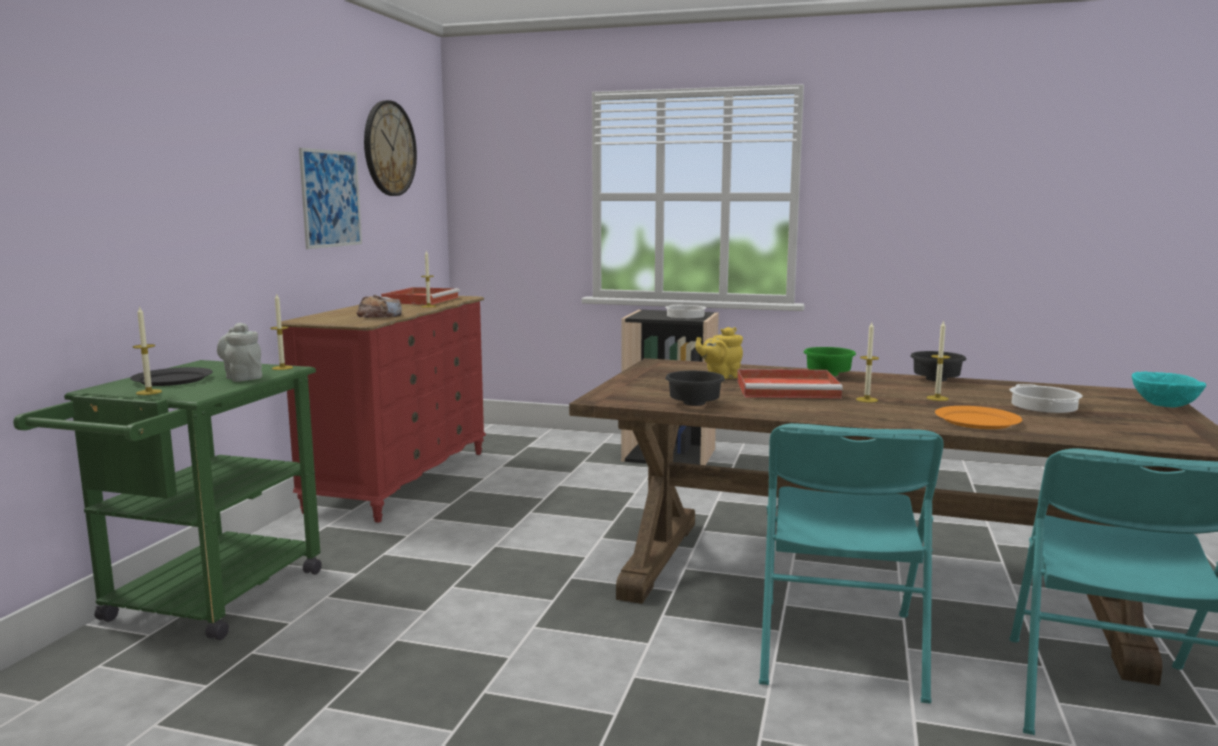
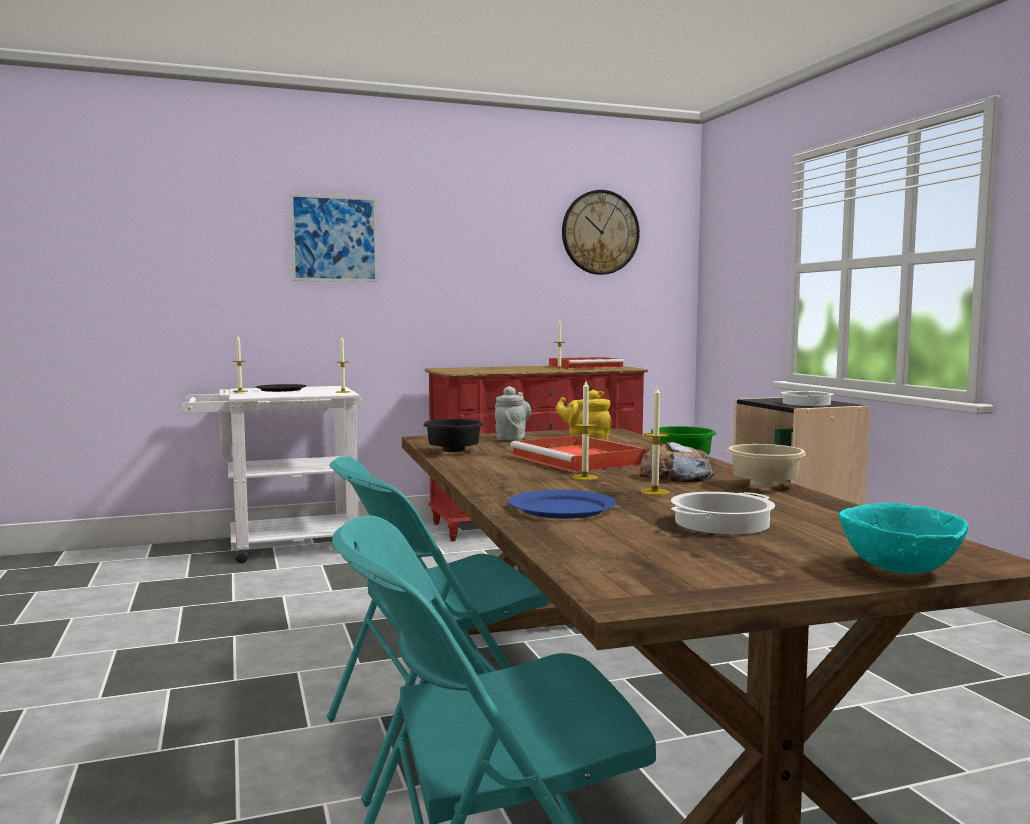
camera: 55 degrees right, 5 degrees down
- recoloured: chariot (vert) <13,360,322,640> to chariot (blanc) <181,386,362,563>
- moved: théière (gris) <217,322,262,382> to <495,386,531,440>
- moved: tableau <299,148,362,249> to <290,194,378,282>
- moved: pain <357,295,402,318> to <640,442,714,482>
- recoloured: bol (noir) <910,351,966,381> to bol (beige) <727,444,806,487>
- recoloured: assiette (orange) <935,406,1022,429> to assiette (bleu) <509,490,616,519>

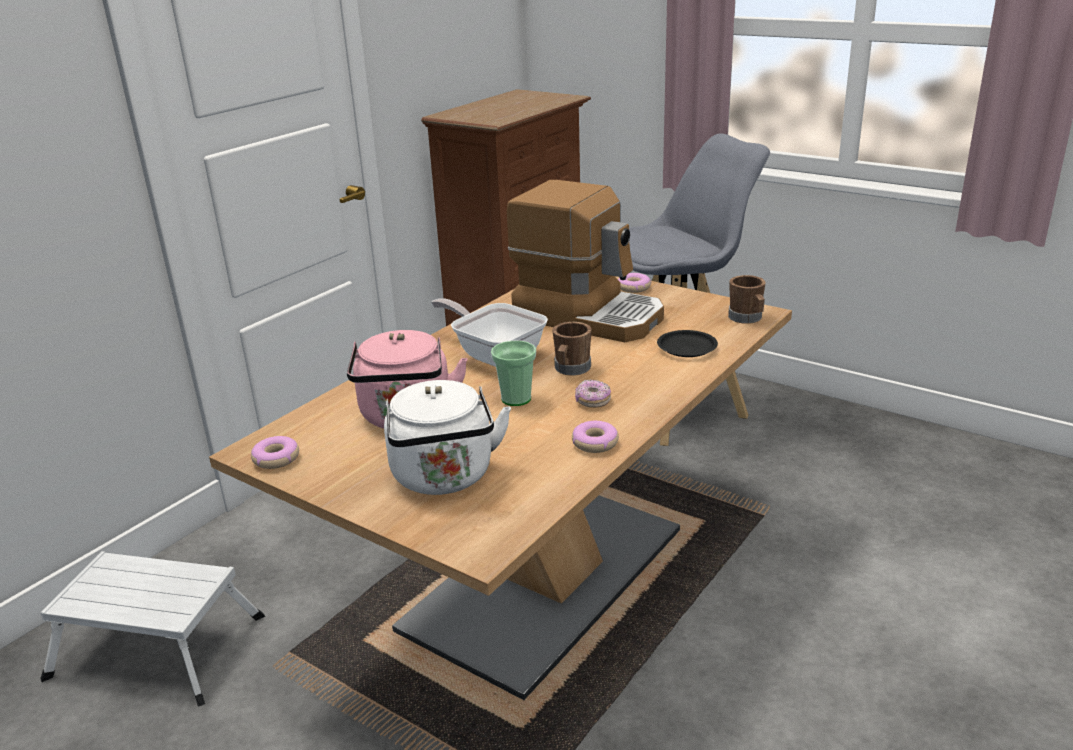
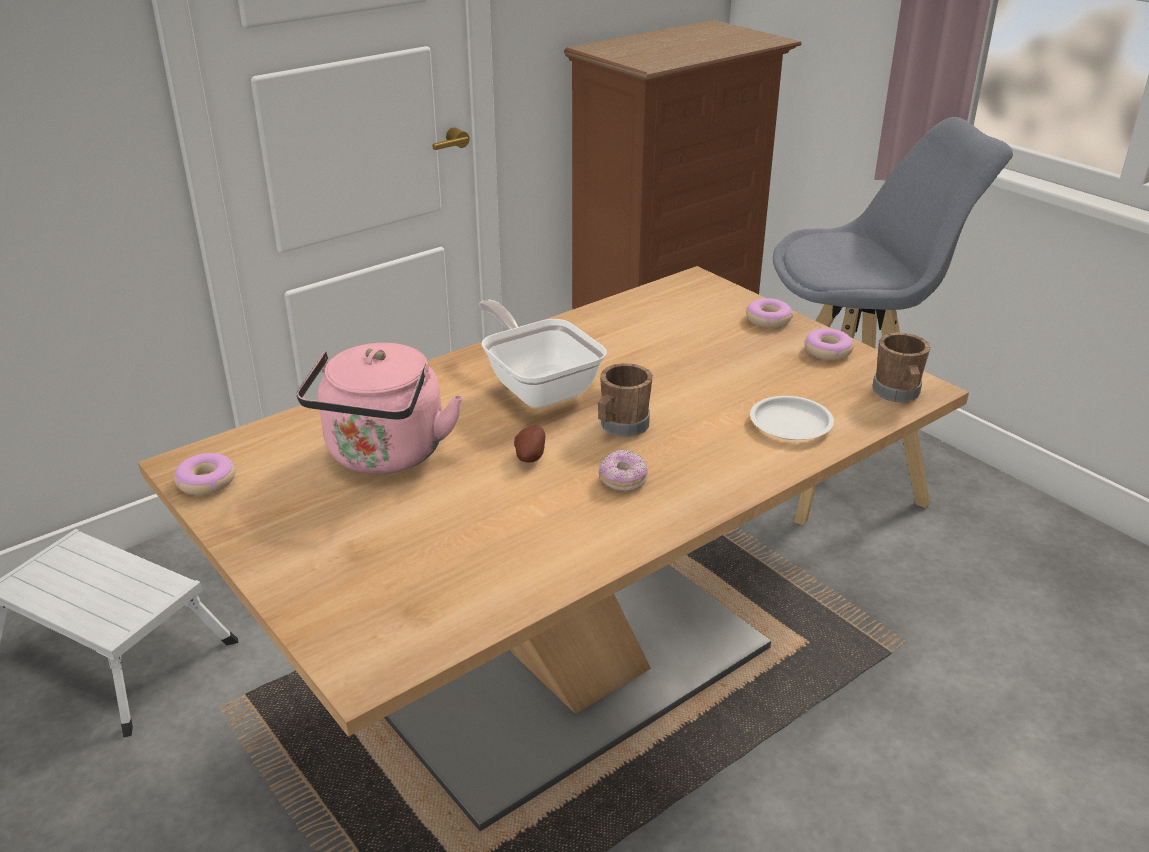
camera: 15 degrees right, 5 degrees up
- removed: bouilloire (blanc) <384,380,511,495>
- replaced: tasse <491,341,536,406> to pomme de terre <514,426,545,463>
- removed: machine à café <507,180,664,342>
- moved: beignet <572,421,619,453> to <804,328,854,360>
- recoloured: assiette (noir) <657,330,718,357> to assiette (blanc) <750,396,834,440>

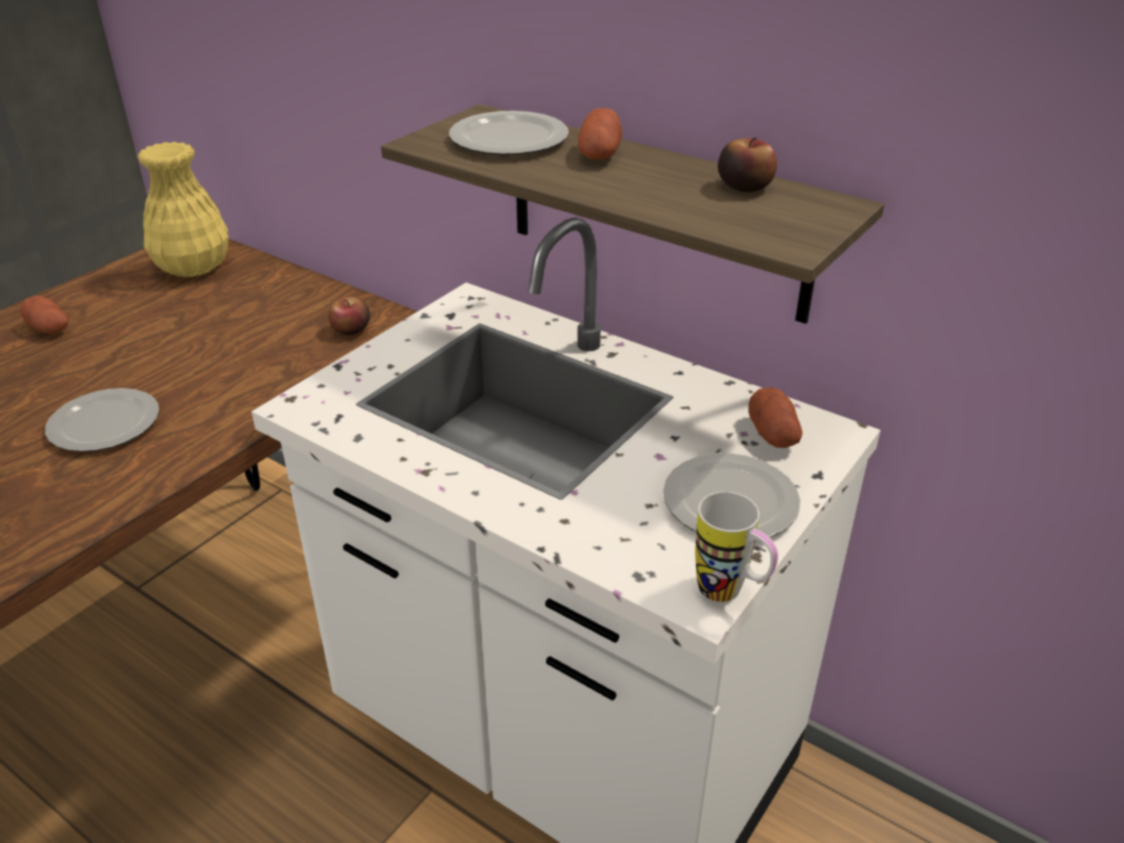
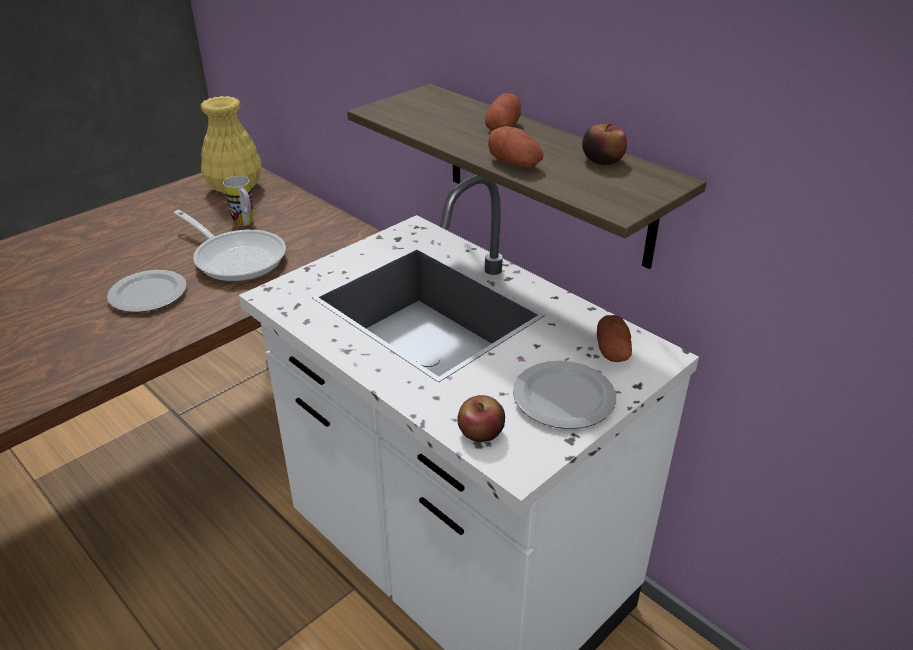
camera: 10 degrees right, 0 degrees up
- moved: pomme de terre <20,296,69,334> to <488,126,544,168>
- moved: pomme <328,296,370,335> to <457,395,505,442>
- removed: assiette <449,111,569,155>
- moved: mug <695,492,778,602> to <223,176,253,226>
- added: poêle <174,210,286,282>

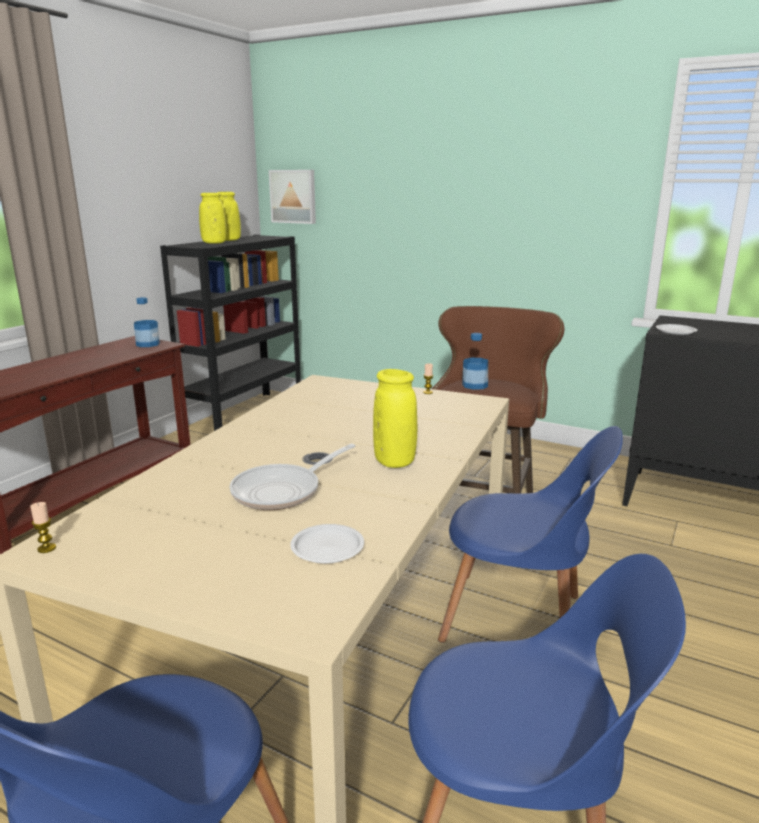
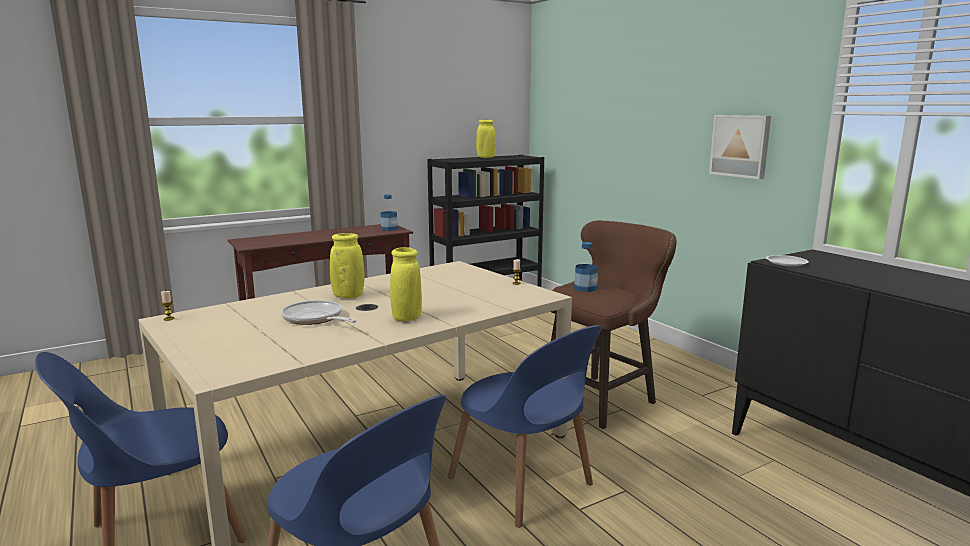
camera: 30 degrees right, 5 degrees down
- moved: vase (jaune) <199,193,226,244> to <330,233,365,298>
- turned: poêle <230,444,355,510> = <281,300,356,325> 60 degrees clockwise
- moved: tableau <269,170,316,224> to <709,115,771,179>
- removed: assiette (blanc) <290,524,364,564>

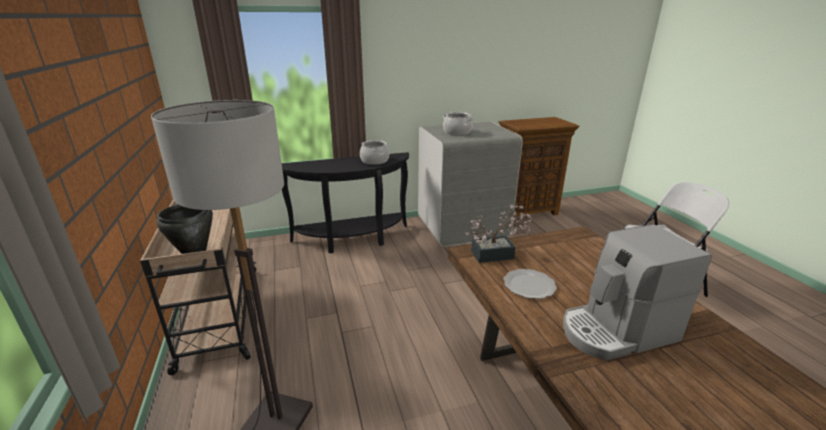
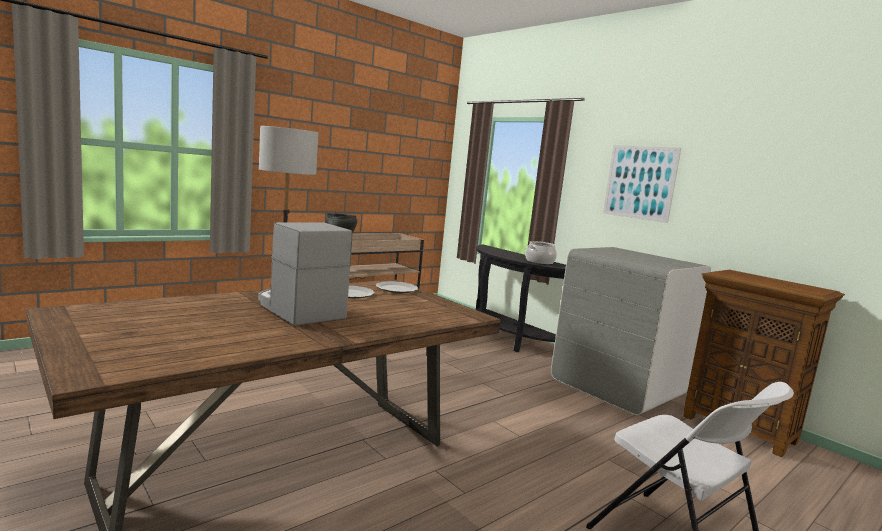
camera: 65 degrees right, 15 degrees down
- removed: marmite <443,112,474,135>
- replaced: plante en pot <465,205,531,263> to assiette <376,281,418,293>
- added: tableau <603,145,681,223>

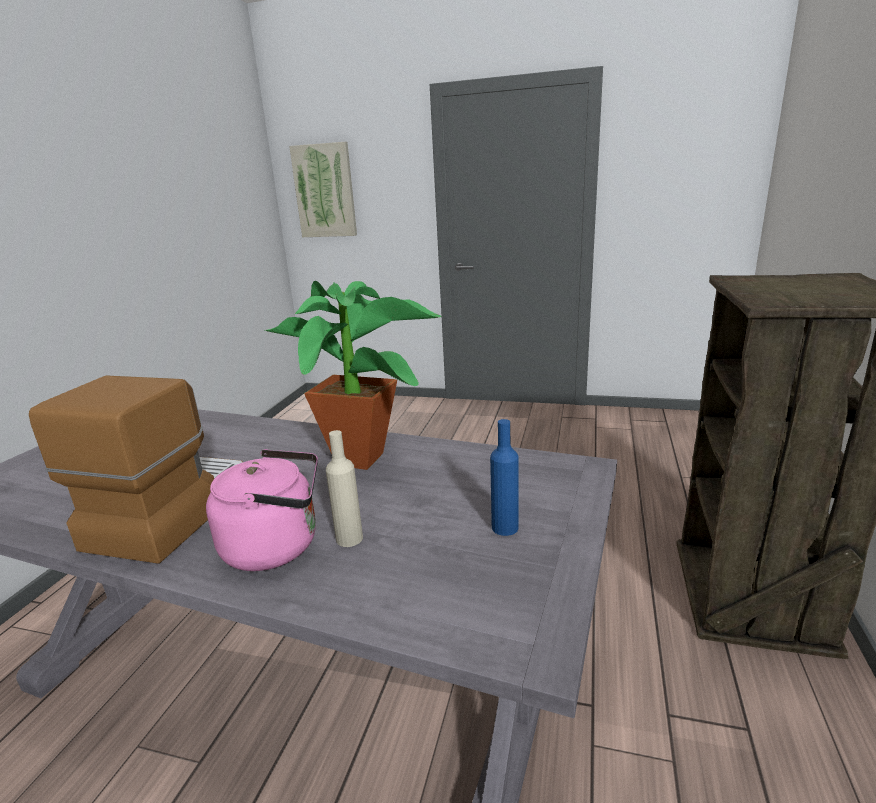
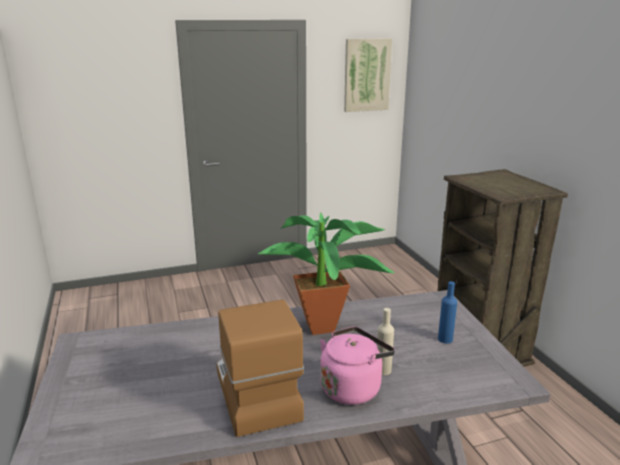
camera: 35 degrees left, 0 degrees up
- moved: tableau <289,142,357,237> to <344,39,392,112>

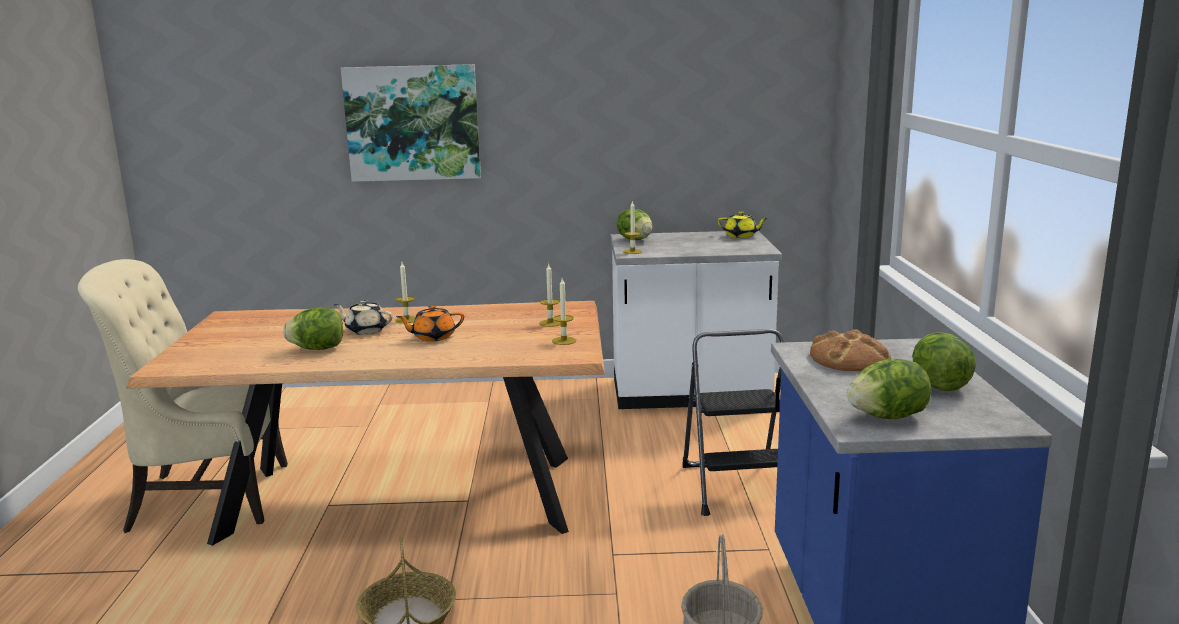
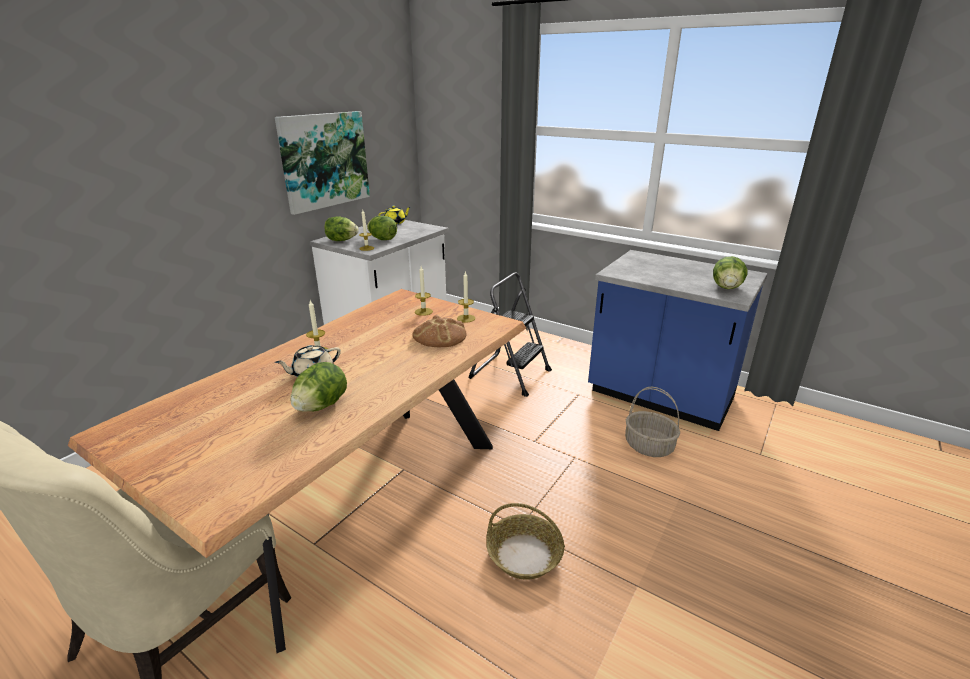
camera: 55 degrees left, 10 degrees up
- moved: tableau <341,64,481,182> to <275,111,370,215>
- removed: théière (orange) <396,305,464,341>
- moved: pain <810,329,891,371> to <412,315,466,347>
- moved: laitue <912,332,976,391> to <367,216,397,240>

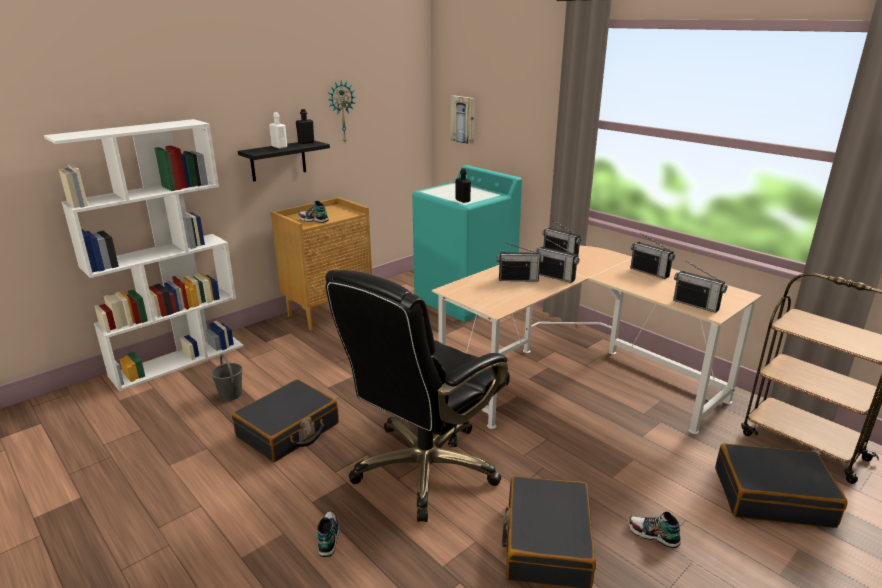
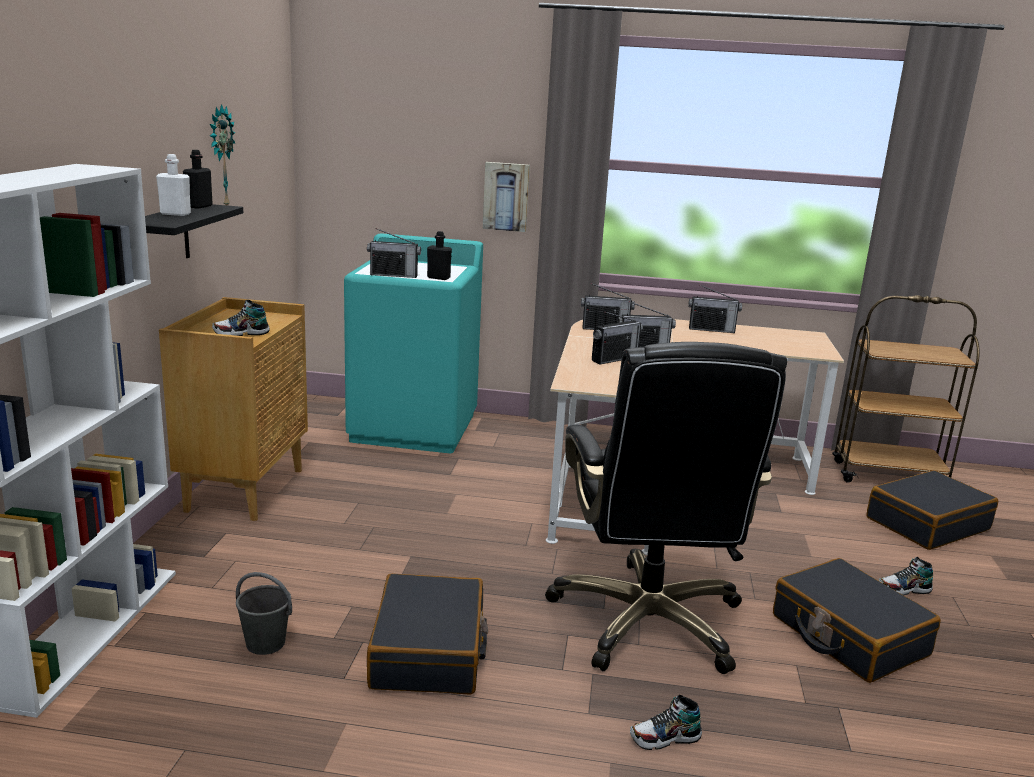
camera: 40 degrees left, 5 degrees down
- turned: chaussure <317,510,340,557> = <630,695,702,750> 60 degrees counterclockwise
- moved: tableau <451,96,475,144> to <483,162,530,232>
- moved: radio <673,261,727,313> to <367,228,421,278>

